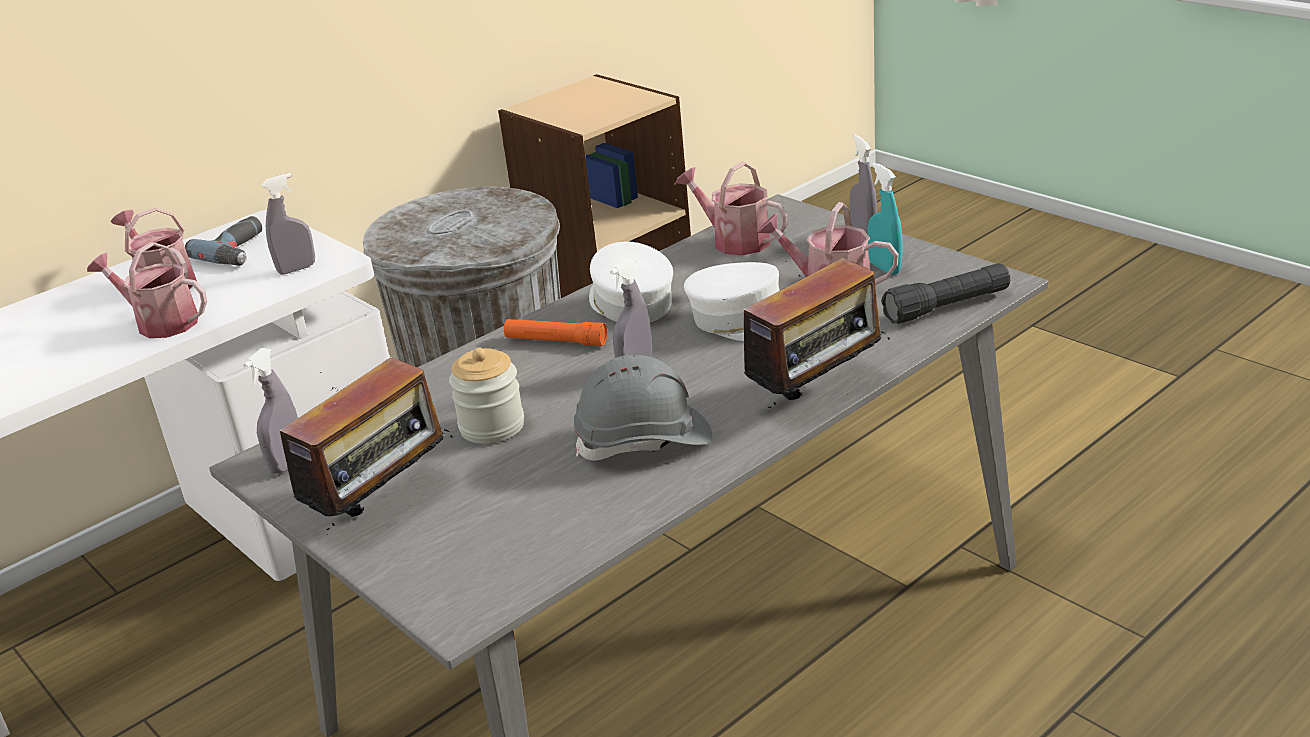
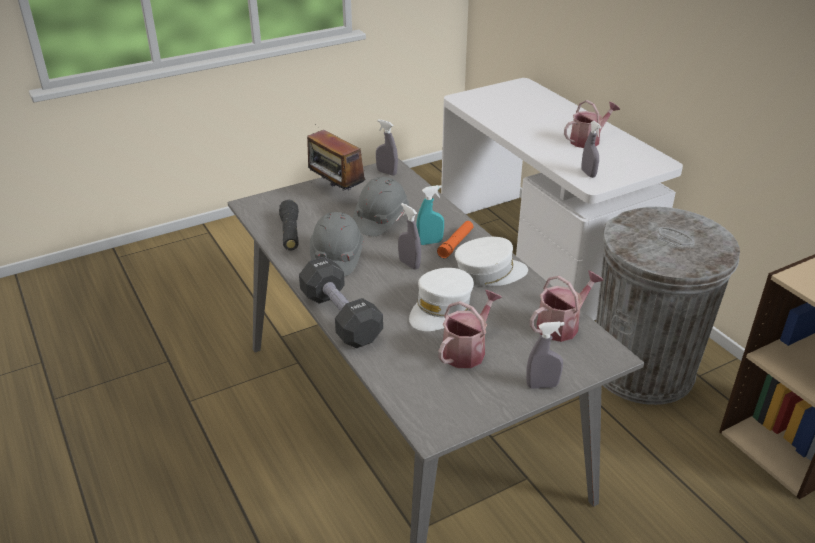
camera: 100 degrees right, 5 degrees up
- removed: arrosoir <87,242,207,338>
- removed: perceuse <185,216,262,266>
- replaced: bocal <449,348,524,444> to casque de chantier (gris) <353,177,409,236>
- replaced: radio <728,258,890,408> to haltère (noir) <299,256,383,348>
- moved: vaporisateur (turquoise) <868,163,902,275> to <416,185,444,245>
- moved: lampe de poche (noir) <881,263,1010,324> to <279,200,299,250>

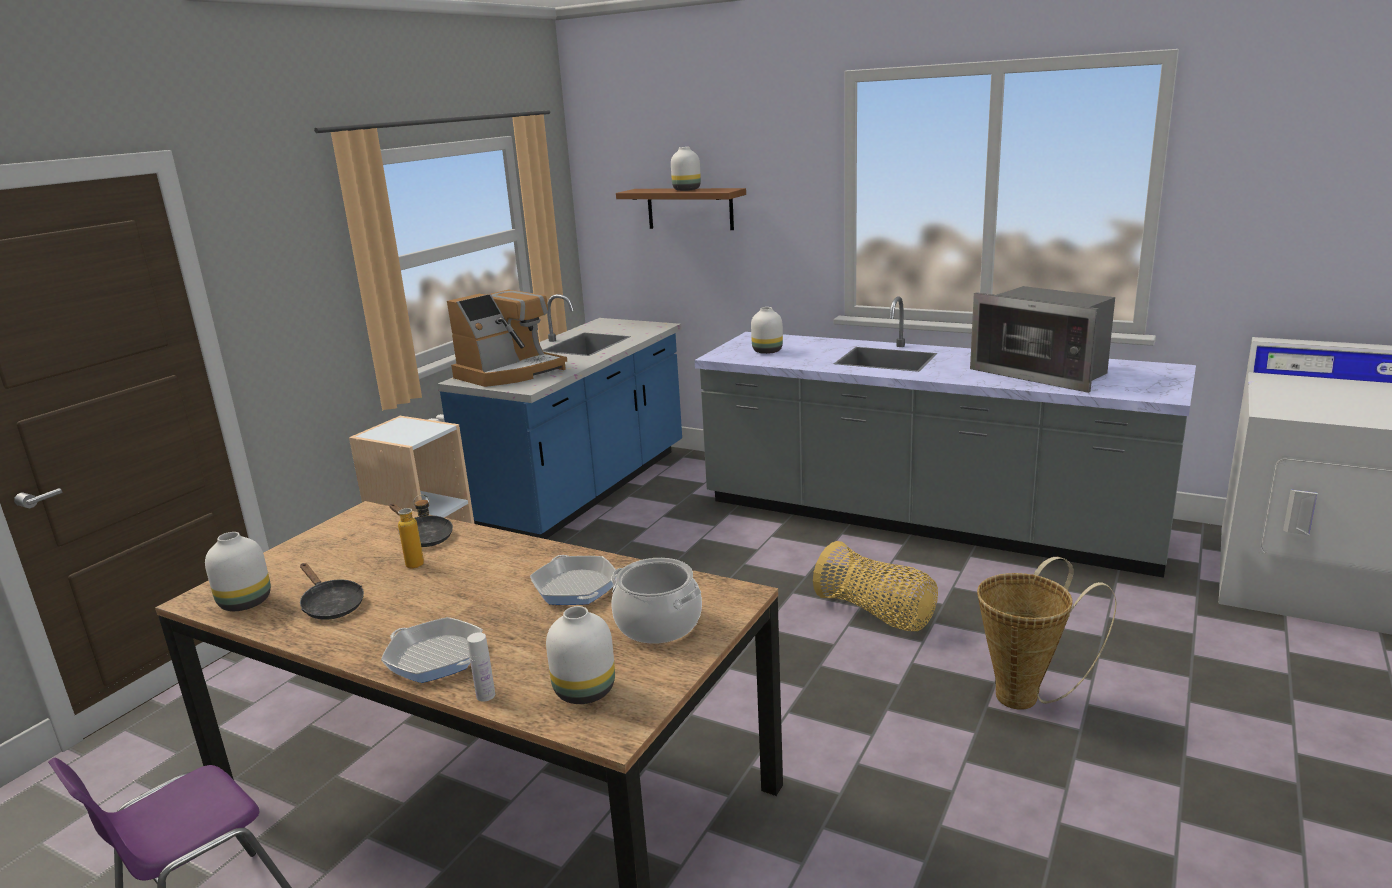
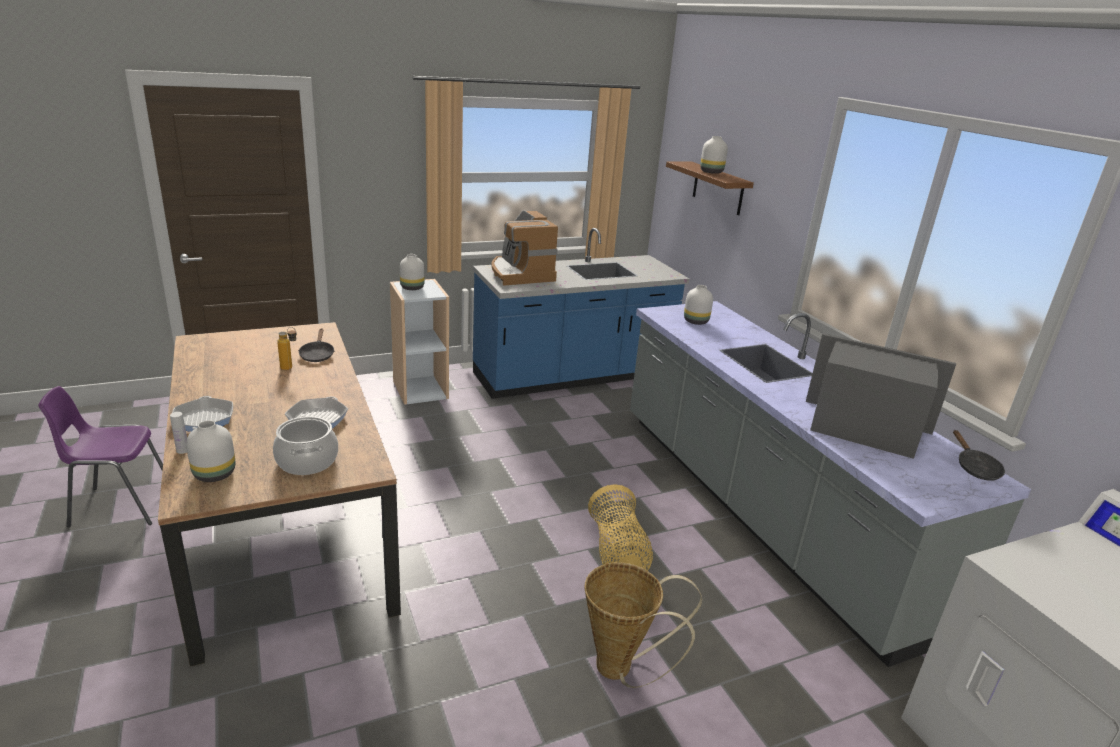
camera: 35 degrees right, 5 degrees up
- moved: vase (blanc) <205,532,271,611> to <400,254,425,290>
- moved: poêle (noir) <300,563,364,619> to <953,430,1005,481>
- turned: machine à café <447,289,567,387> = <491,210,558,286> 75 degrees clockwise
- turned: micro-ondes <970,286,1115,393> = <806,333,956,459> 120 degrees clockwise

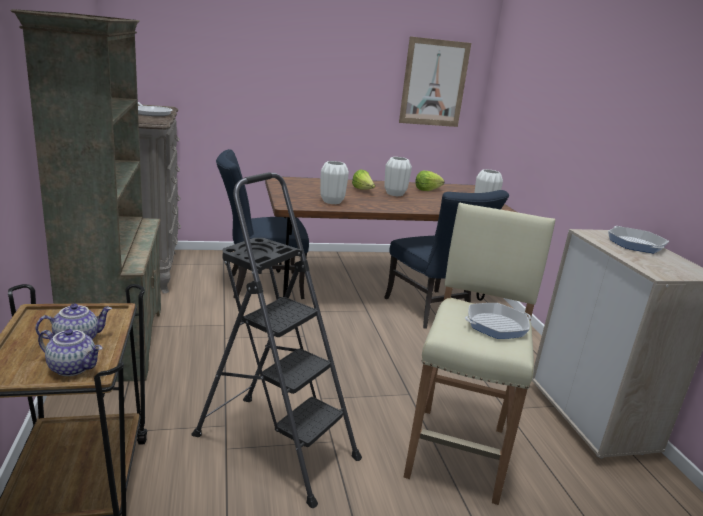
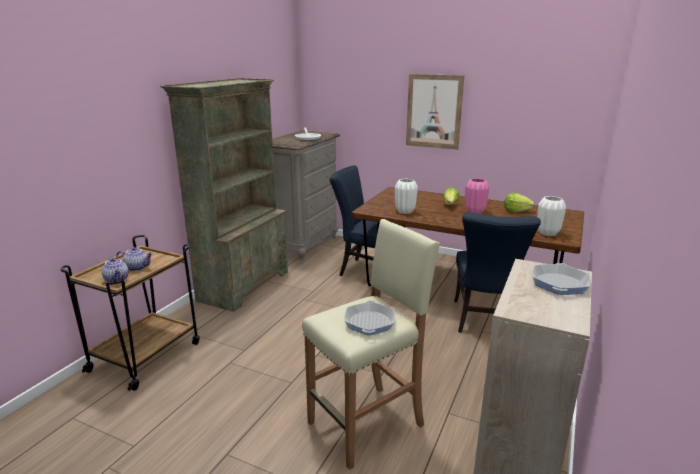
camera: 40 degrees right, 0 degrees up
- removed: escabeau <191,172,362,508>
- recoloured: vase (blanc) <384,157,412,196> to vase (rose) <465,178,489,214>
- moved: tableau <399,36,471,127> to <406,74,464,150>
- turned: poêle <465,303,531,339> = <344,300,395,336> 75 degrees clockwise

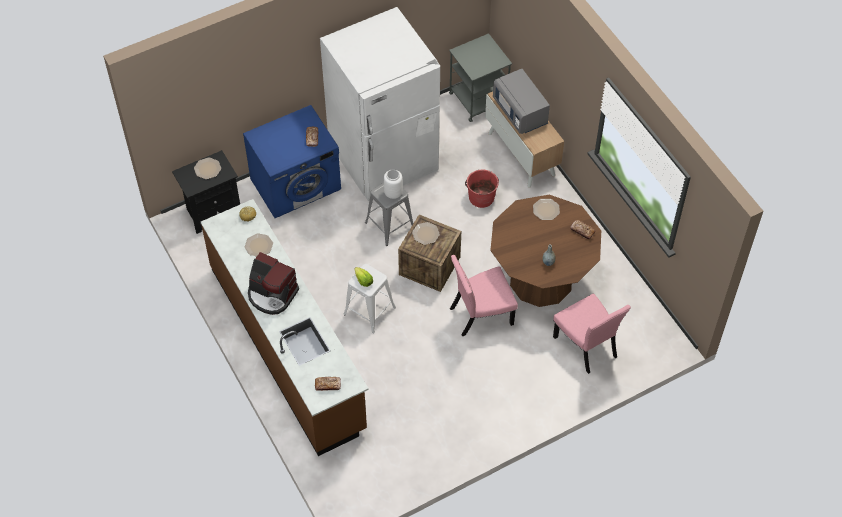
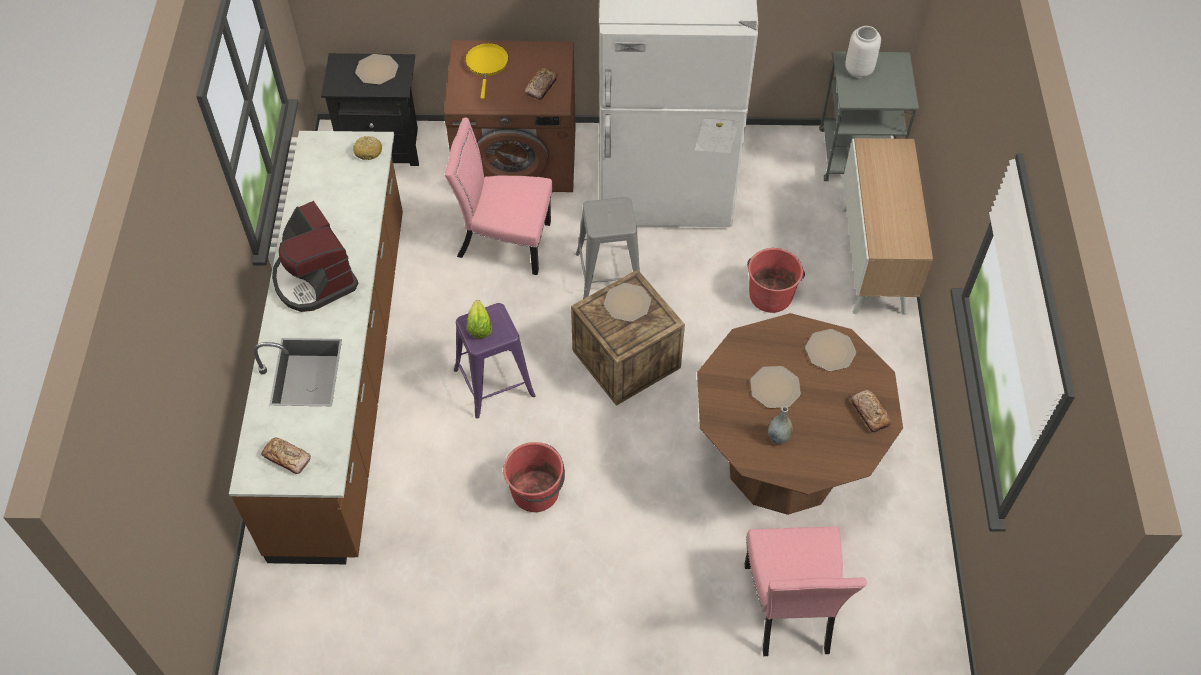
camera: 30 degrees right, 0 degrees up
- recoloured: lave-linge (bleu) <243,105,341,218> to lave-linge (marron) <444,40,576,192>
- moved: assiette <245,233,273,256> to <750,366,801,408>
- recoloured: tabouret (blanc) <344,264,396,333> to tabouret (violet) <454,303,536,419>
- moved: vase (blanc) <384,169,403,199> to <845,26,881,78>
- moved: chaise (rose) <450,255,518,336> to <445,118,553,275>
- removed: micro-ondes (gris) <493,69,550,134>
- added: poêle (jaune) <465,43,509,99>
- added: seau (rouge) <503,442,565,512>

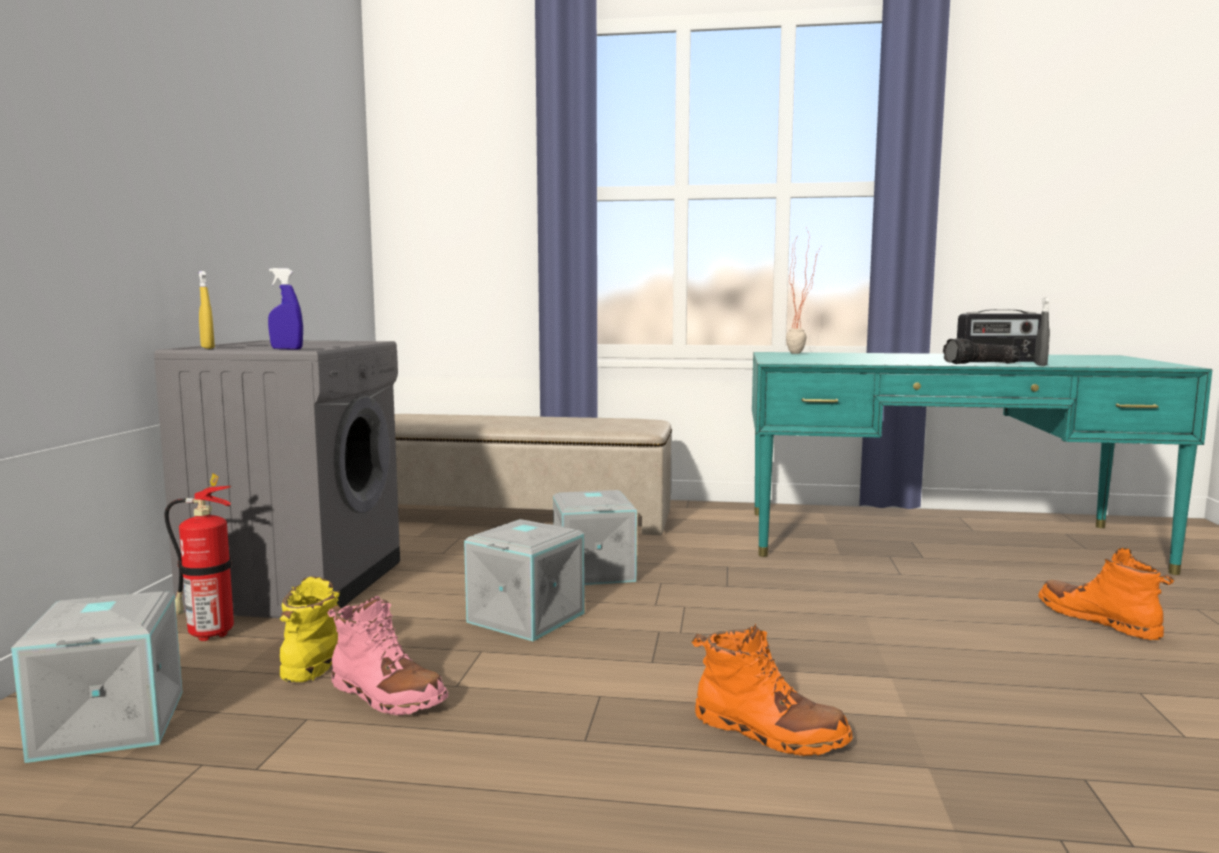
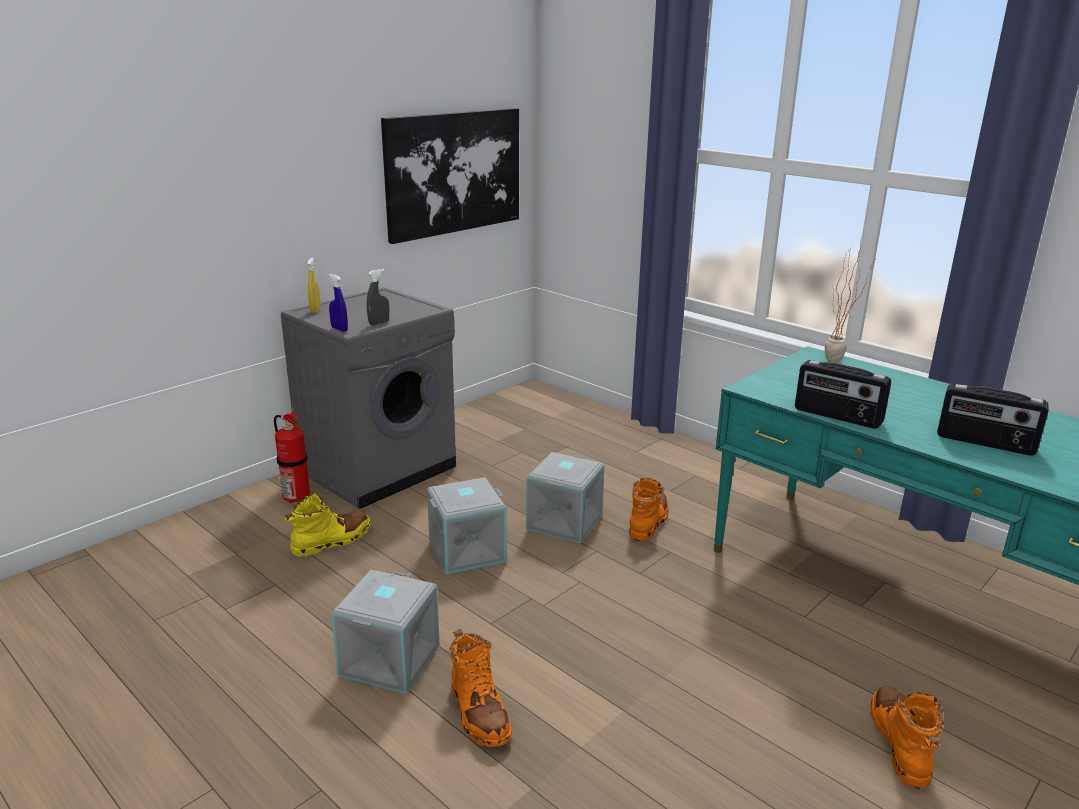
camera: 35 degrees right, 15 degrees up
- moved: boîte de rangement (gris) <11,591,183,763> to <331,570,440,694>
- removed: botte (rose) <327,596,448,715>
- removed: banc (beige) <394,414,672,535>
- removed: lampe de poche <943,338,1020,364>
- moved: vaporisateur (gris) <1034,298,1050,366> to <367,269,389,325>
- added: tableau <381,108,519,244>
- added: botte (orange) <629,478,668,541>
- added: radio <795,360,891,429>

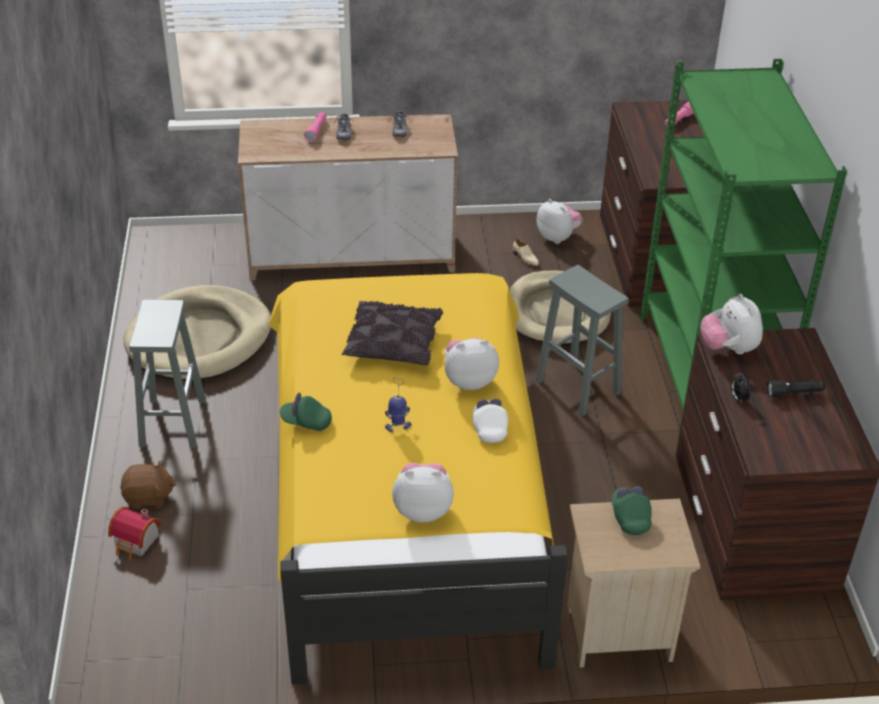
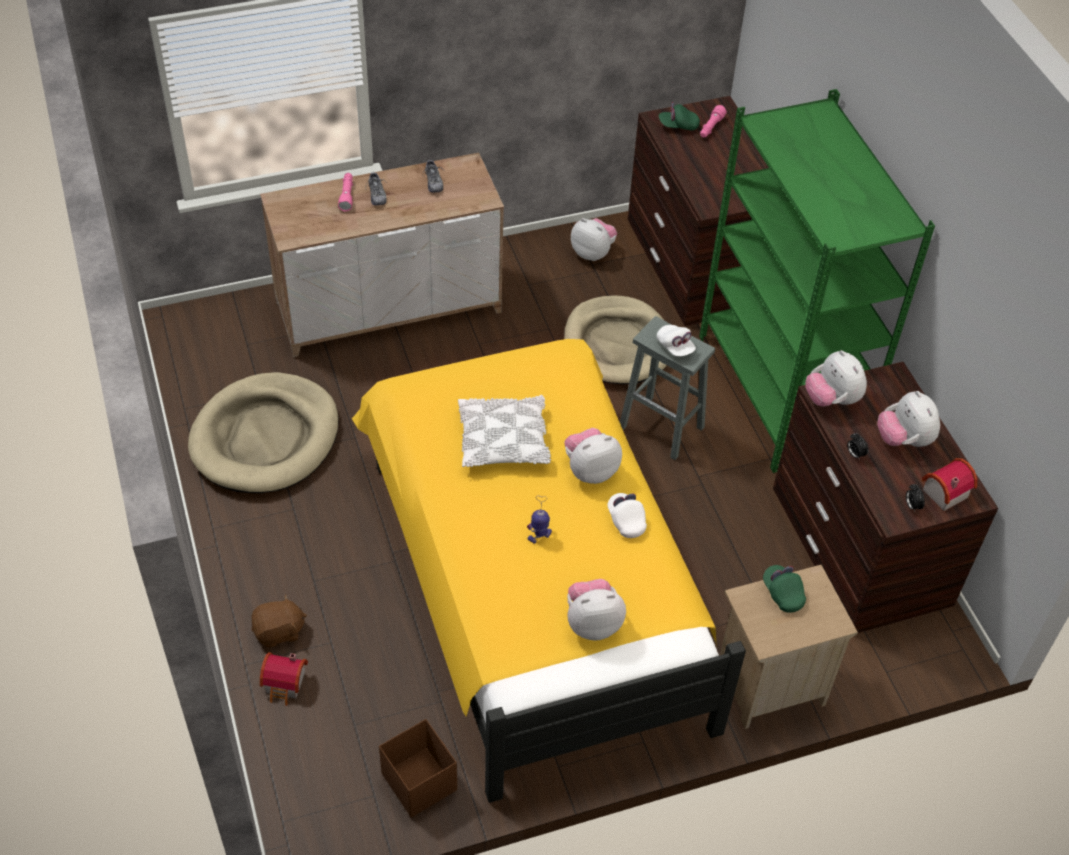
camera: 15 degrees left, 10 degrees up
- removed: tabouret (gris) <129,300,206,448>
- moved: casquette (vert) <280,393,332,431> to <659,102,700,131>
- recoloured: coussin (noir) <342,301,443,365> to coussin (blanc) <458,395,551,467>
- removed: chaussure (beige) <513,239,539,267>
- replaced: lampe de poche (noir) <766,380,825,397> to peluche <877,391,940,447>
- added: boîte de rangement (marron) <379,719,457,818>
- added: casquette (blanc) <657,325,696,356>
- added: réveil <906,484,925,512>
- added: maison miniature <922,458,978,511>

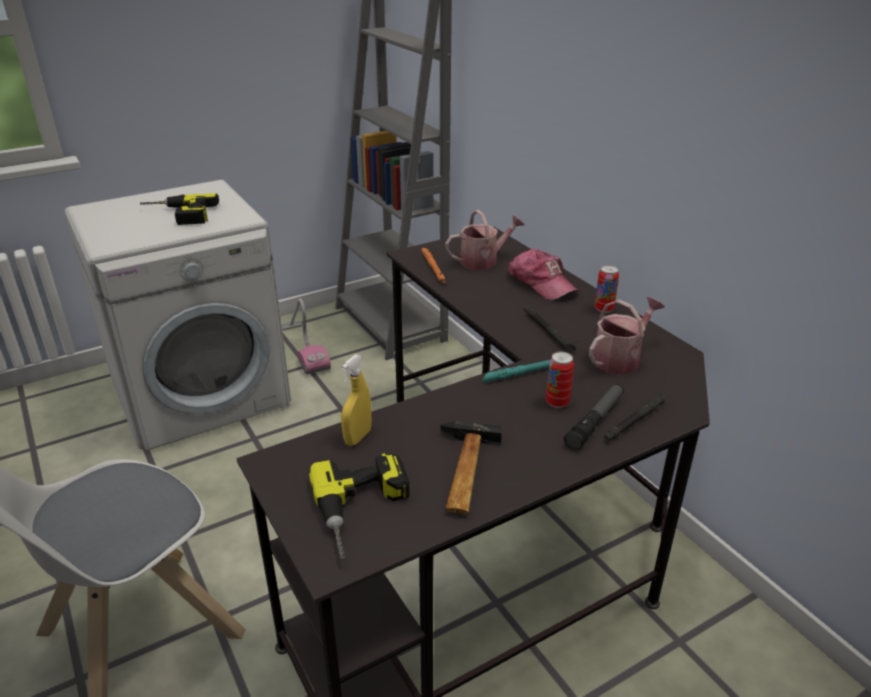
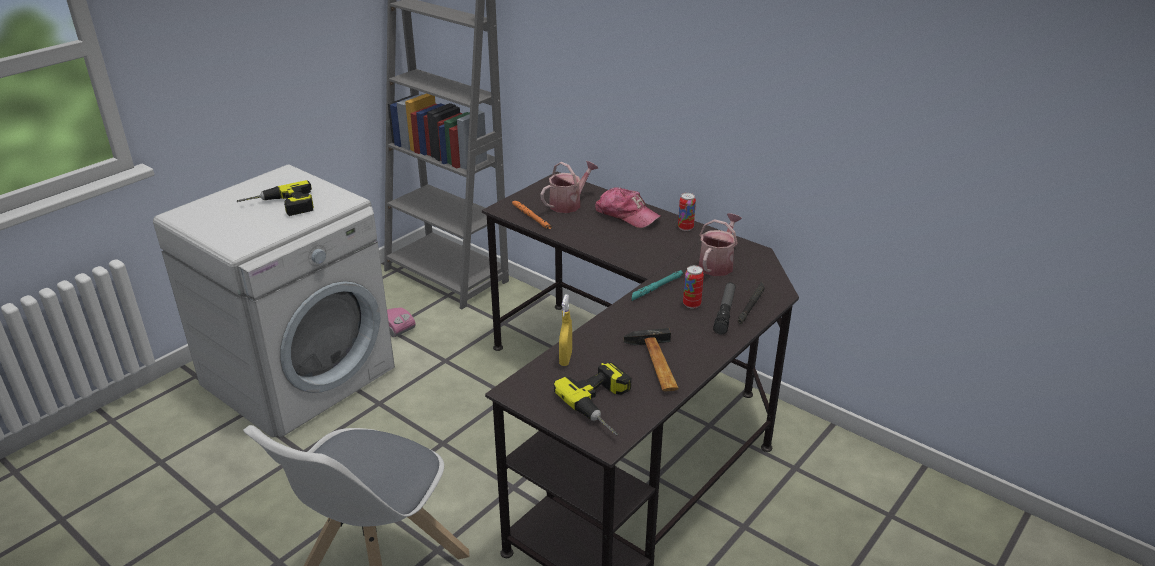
camera: 20 degrees left, 0 degrees up
- removed: lampe de poche (noir) <524,307,576,352>

